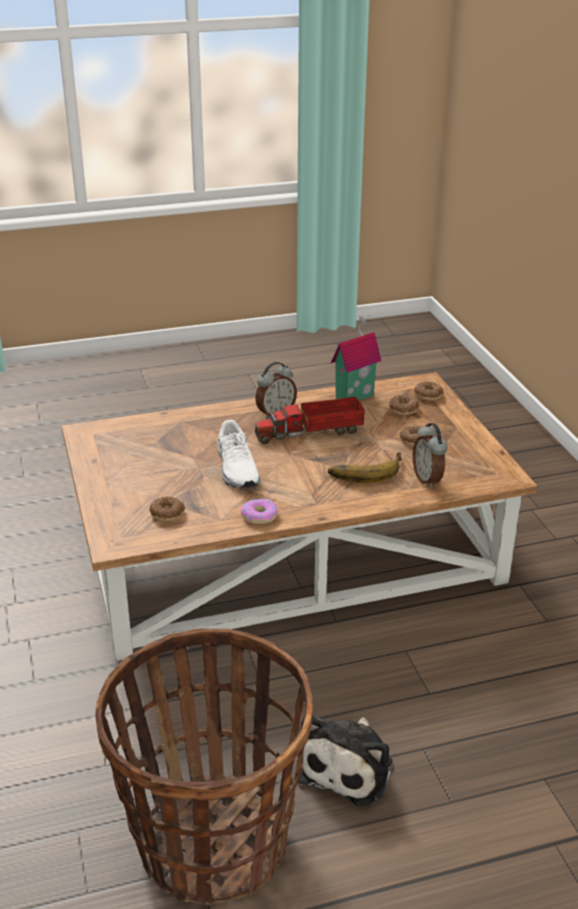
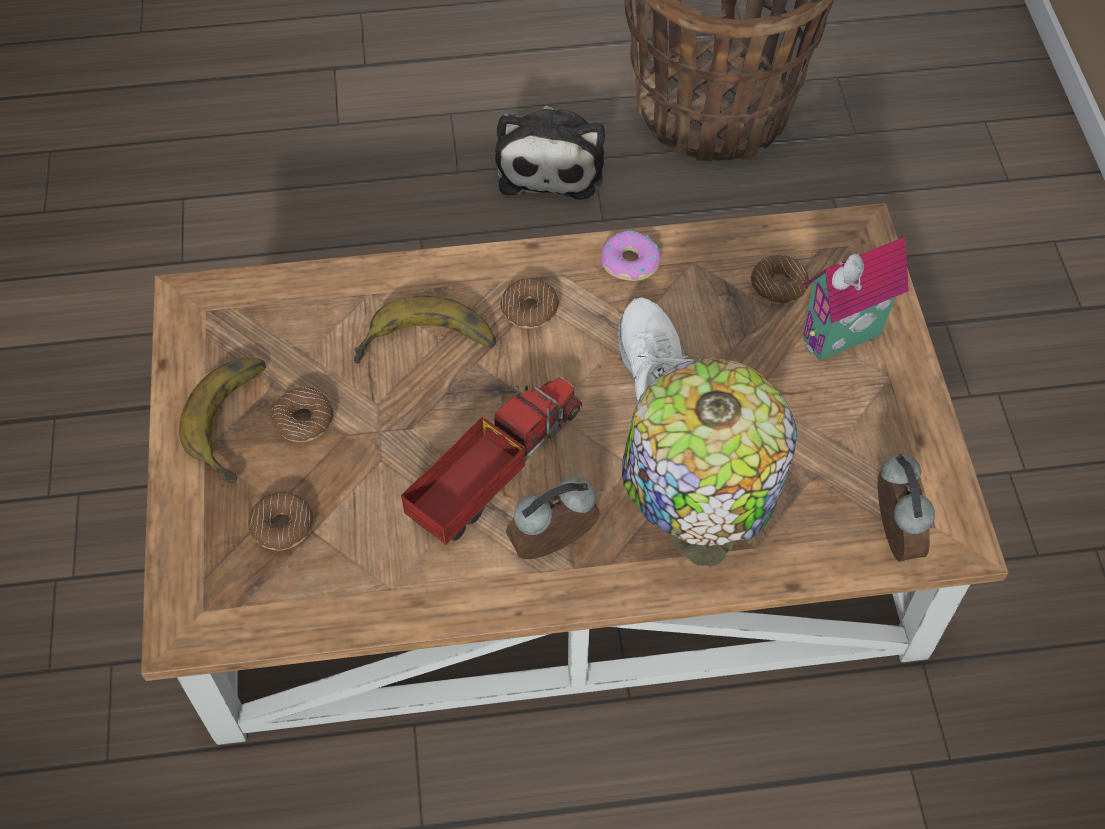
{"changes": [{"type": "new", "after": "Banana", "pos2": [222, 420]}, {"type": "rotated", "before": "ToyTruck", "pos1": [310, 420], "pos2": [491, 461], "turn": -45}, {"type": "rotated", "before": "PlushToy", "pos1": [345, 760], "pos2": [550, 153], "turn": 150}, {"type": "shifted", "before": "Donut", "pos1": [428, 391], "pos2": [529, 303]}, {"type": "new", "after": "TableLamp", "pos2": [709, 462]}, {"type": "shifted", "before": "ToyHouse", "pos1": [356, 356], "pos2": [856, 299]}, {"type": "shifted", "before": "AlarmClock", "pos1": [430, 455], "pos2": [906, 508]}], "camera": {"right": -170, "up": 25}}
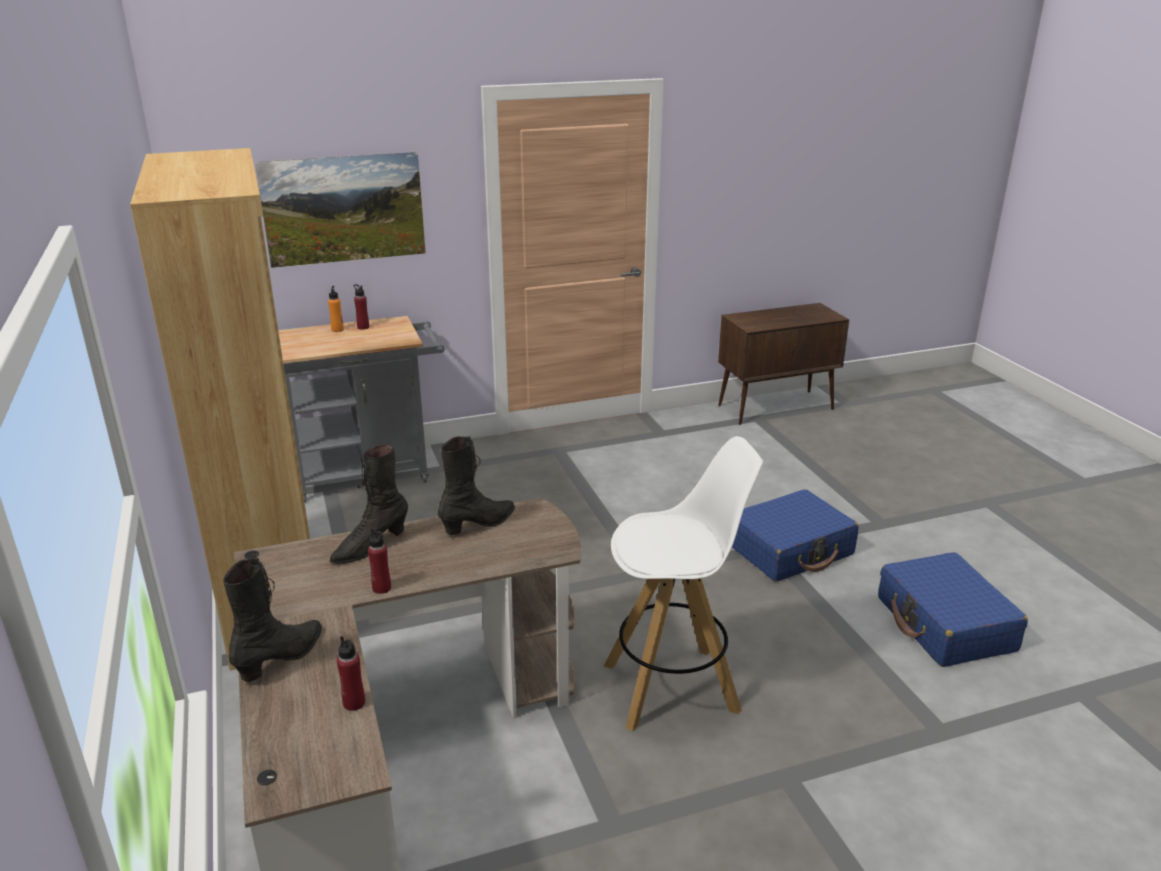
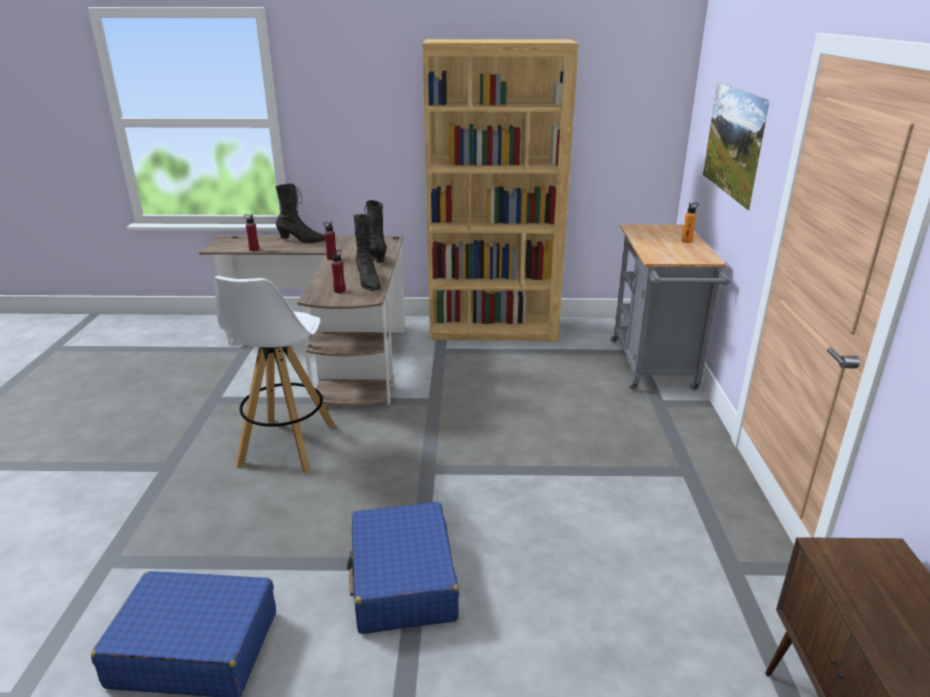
{"changes": [{"type": "rotated", "before": "BlackBoot", "pos1": [272, 620], "pos2": [300, 213], "turn": -45}, {"type": "shifted", "before": "RedBottle", "pos1": [361, 307], "pos2": [338, 271]}], "camera": {"right": 110, "up": 0}}
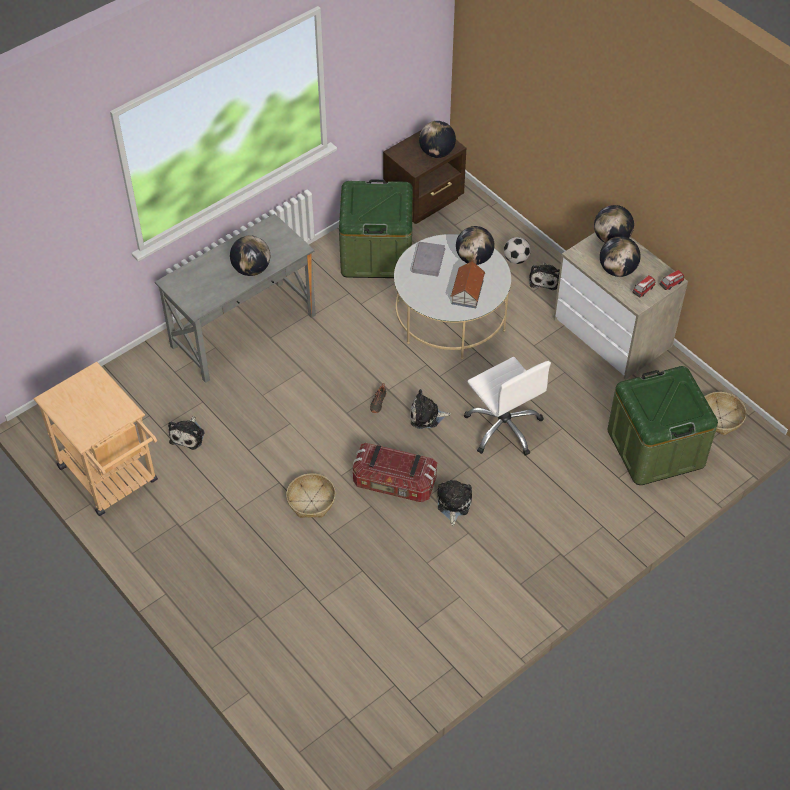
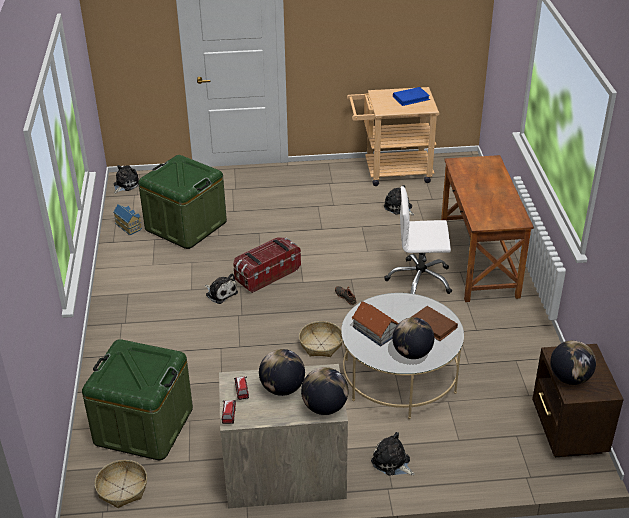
{"changes": [{"type": "new", "after": "ToyHouse", "pos2": [127, 219]}, {"type": "shifted", "before": "PlushToy", "pos1": [430, 409], "pos2": [126, 179]}, {"type": "shifted", "before": "GreenStorageBox", "pos1": [376, 229], "pos2": [182, 202]}, {"type": "shifted", "before": "Basket", "pos1": [311, 495], "pos2": [320, 339]}, {"type": "shifted", "before": "WhiteOfficeChair", "pos1": [507, 406], "pos2": [418, 240]}, {"type": "new", "after": "BlueBook", "pos2": [411, 96]}, {"type": "repainted", "before": "GreyBook", "after": "BrownBook", "pos1": [428, 259], "pos2": [434, 323]}, {"type": "repainted", "before": "GreyDesk", "after": "BrownDesk", "pos1": [235, 298], "pos2": [487, 228]}, {"type": "gone", "before": "Globe", "pos1": [250, 256]}, {"type": "gone", "before": "Football", "pos1": [517, 250]}], "camera": {"right": 125, "up": -15}}
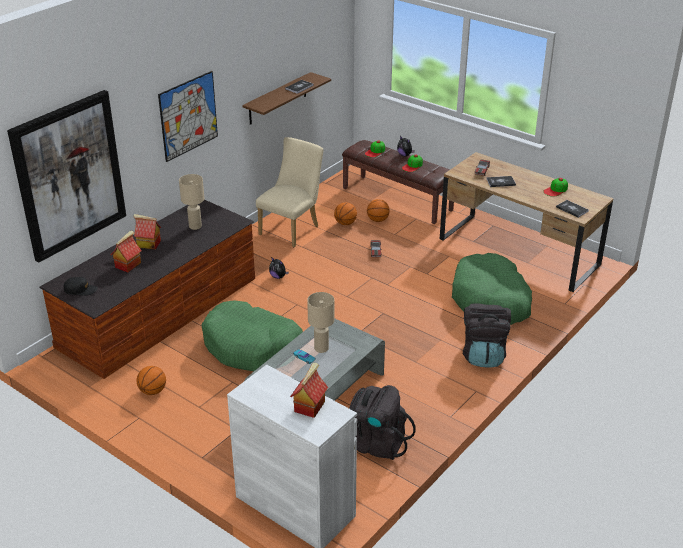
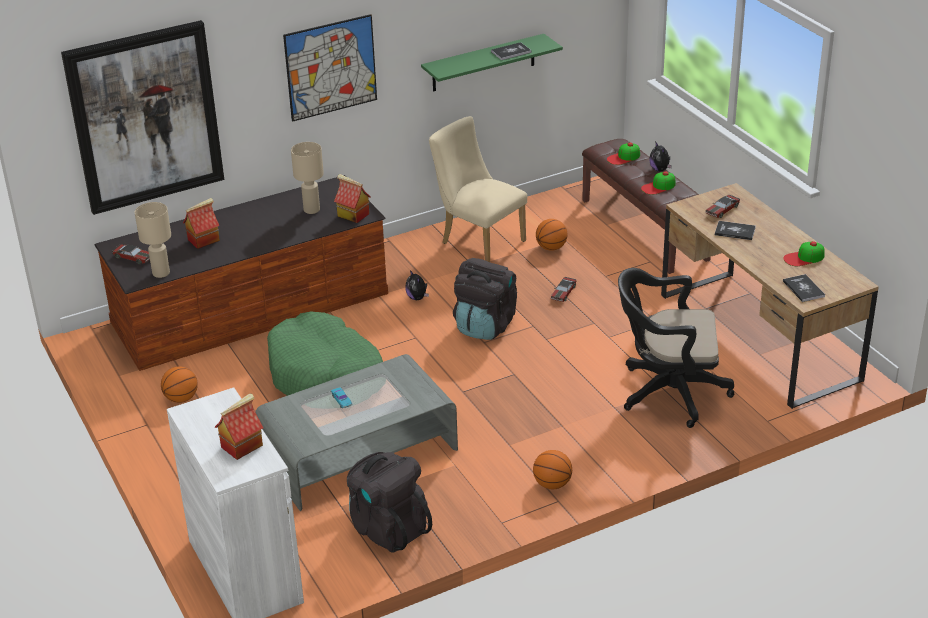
{"changes": [{"type": "swapped", "before": "BlackCap", "after": "ToyCar", "pos1": [81, 286], "pos2": [131, 254]}, {"type": "shifted", "before": "BeigeTableLamp", "pos1": [321, 322], "pos2": [153, 240]}, {"type": "shifted", "before": "ToyHouse", "pos1": [147, 232], "pos2": [352, 198]}, {"type": "repainted", "before": "BrownShelf", "after": "GreenShelf", "pos1": [286, 98], "pos2": [492, 63]}, {"type": "rotated", "before": "BeigeChair", "pos1": [289, 192], "pos2": [478, 189], "turn": -105}, {"type": "shifted", "before": "BlackBackpack", "pos1": [487, 335], "pos2": [485, 299]}, {"type": "shifted", "before": "Basketball", "pos1": [378, 210], "pos2": [552, 469]}, {"type": "swapped", "before": "GreenDogBed", "after": "BlackOfficeChair", "pos1": [492, 289], "pos2": [676, 348]}], "camera": {"right": 25, "up": 0}}
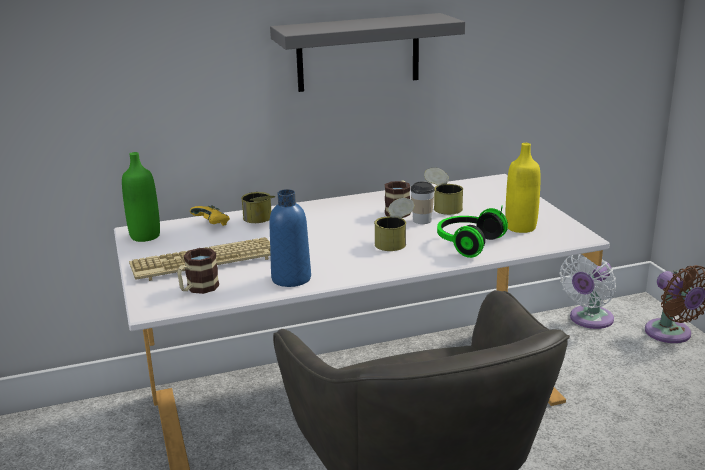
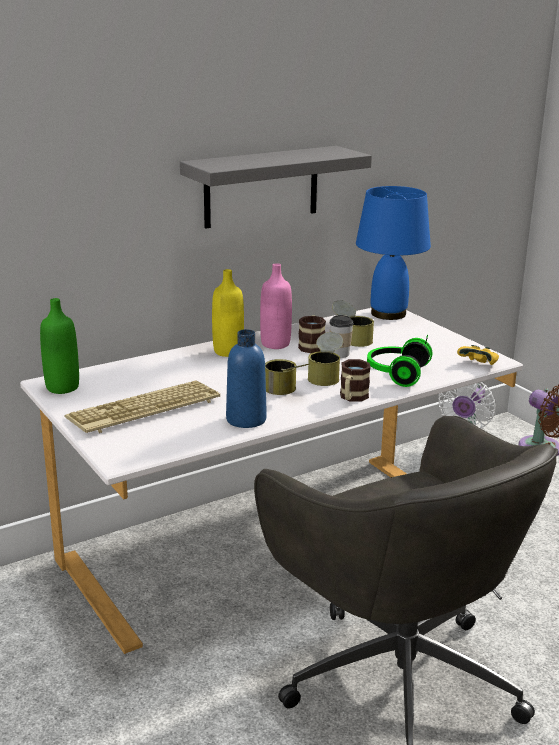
{"changes": [{"type": "shifted", "before": "YellowBottle", "pos1": [523, 188], "pos2": [228, 313]}, {"type": "new", "after": "PinkBottle", "pos2": [276, 306]}, {"type": "shifted", "before": "Can", "pos1": [258, 207], "pos2": [287, 377]}, {"type": "shifted", "before": "Mug", "pos1": [198, 271], "pos2": [355, 380]}, {"type": "new", "after": "BlueTableLamp", "pos2": [393, 253]}, {"type": "shifted", "before": "YellowGameController", "pos1": [210, 215], "pos2": [478, 355]}], "camera": {"right": -15, "up": 0}}
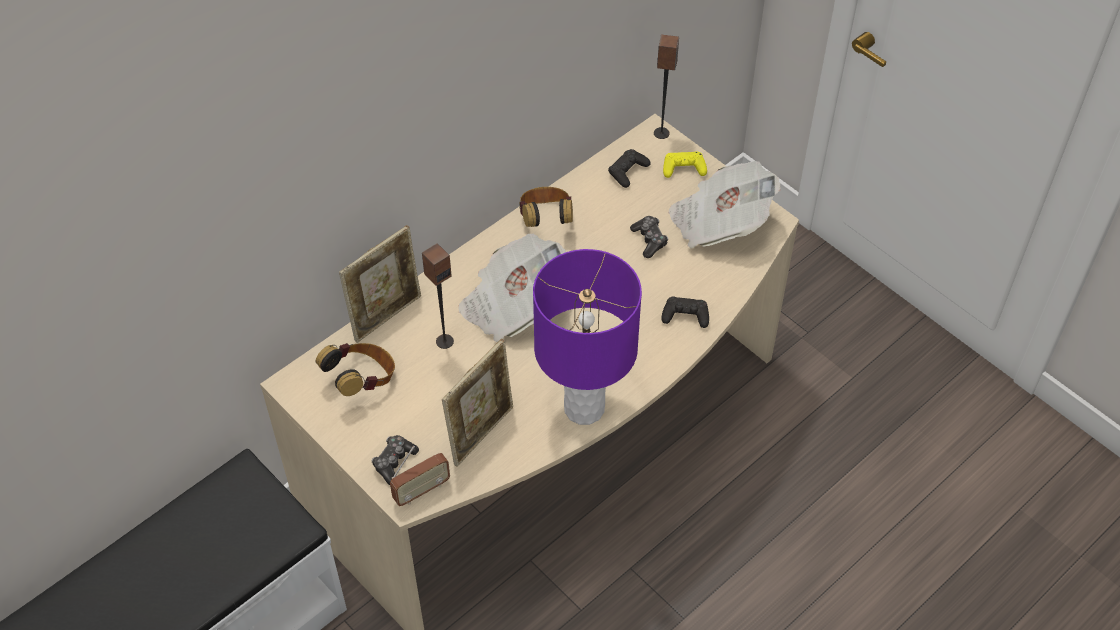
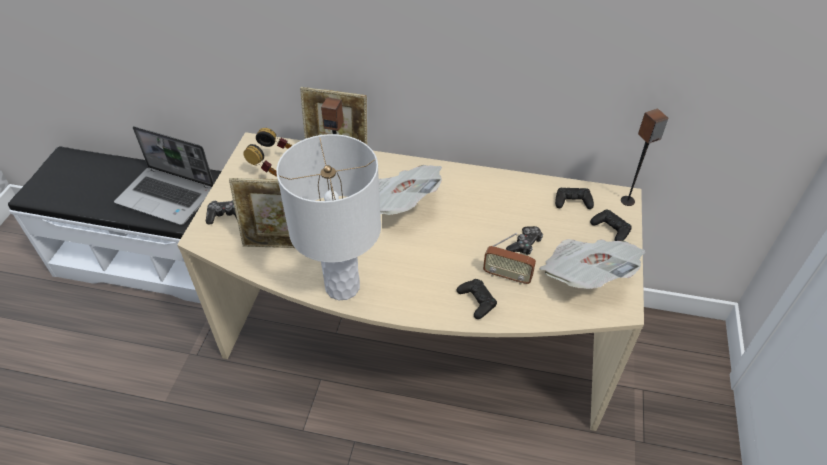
{"changes": [{"type": "new", "after": "Laptop", "pos2": [164, 175]}, {"type": "repainted", "before": "PurpleTableLamp", "after": "WhiteTableLamp", "pos1": [587, 337], "pos2": [328, 217]}, {"type": "shifted", "before": "Radio", "pos1": [420, 476], "pos2": [509, 259]}, {"type": "repainted", "before": "YellowGameController", "after": "BlackGameController", "pos1": [685, 164], "pos2": [611, 225]}, {"type": "gone", "before": "Headphones", "pos1": [546, 207]}], "camera": {"right": 55, "up": -5}}
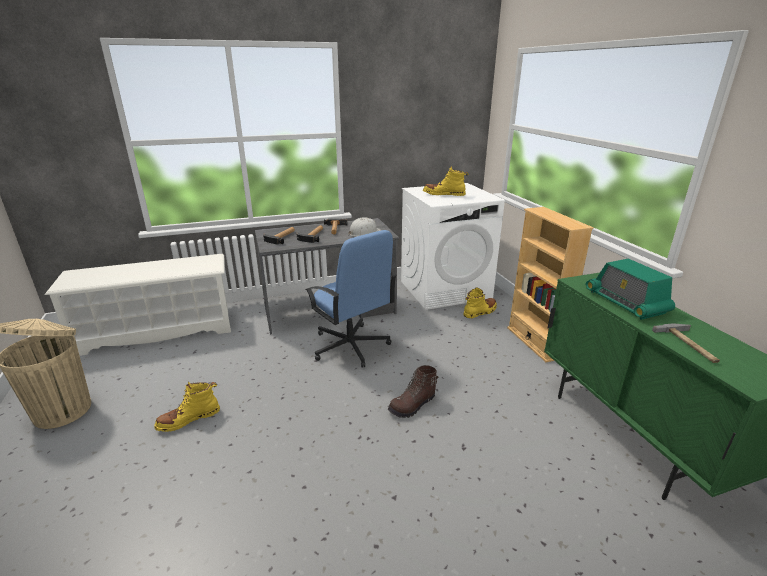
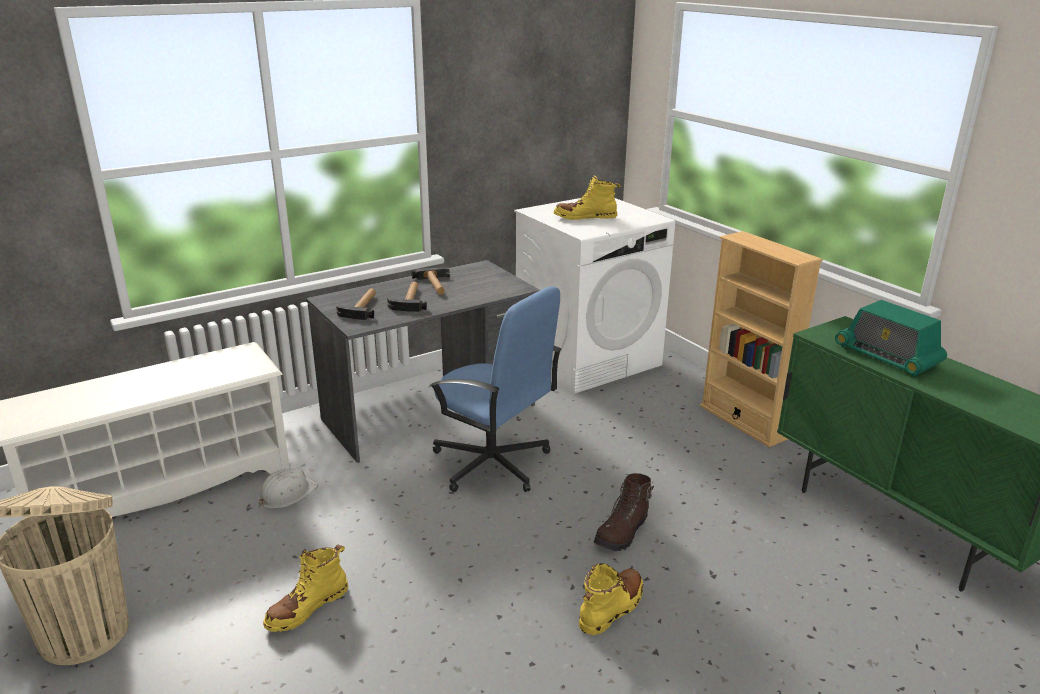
{"changes": [{"type": "shifted", "before": "WhiteHardHat", "pos1": [364, 227], "pos2": [288, 488]}, {"type": "shifted", "before": "YellowBoot", "pos1": [480, 303], "pos2": [611, 599]}, {"type": "gone", "before": "Hammer", "pos1": [686, 343]}], "camera": {"right": -15, "up": 0}}
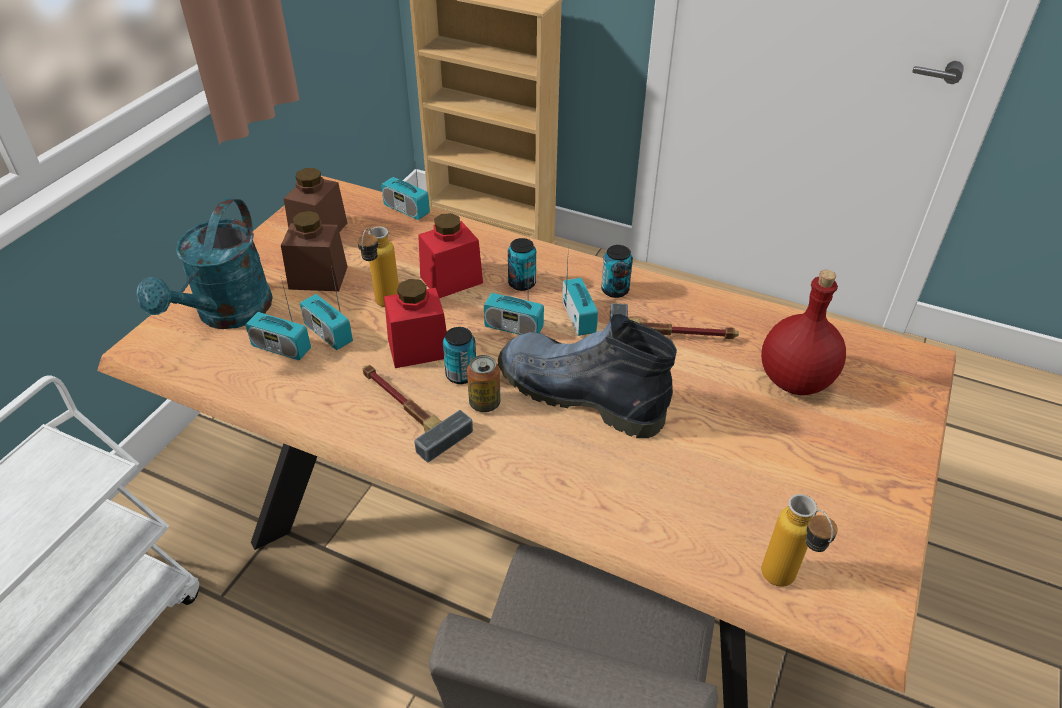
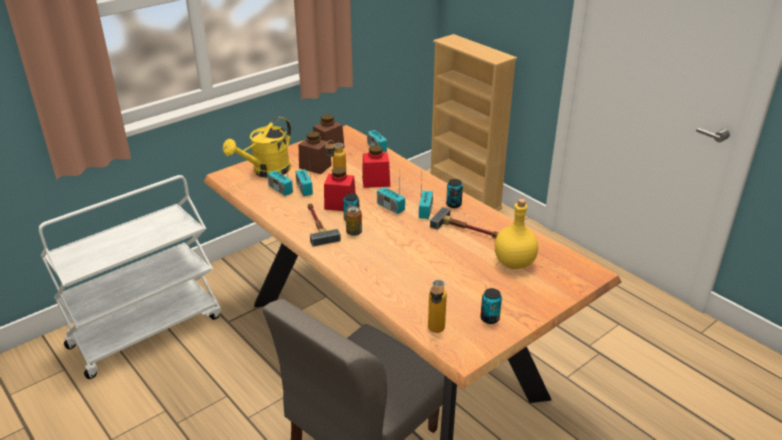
{"changes": [{"type": "repainted", "before": "TurquoiseWateringCan", "after": "YellowWateringCan", "pos1": [204, 263], "pos2": [257, 147]}, {"type": "shifted", "before": "Can", "pos1": [522, 264], "pos2": [491, 306]}, {"type": "repainted", "before": "RedBottle", "after": "YellowBottle", "pos1": [803, 332], "pos2": [516, 233]}, {"type": "gone", "before": "Boot", "pos1": [587, 376]}], "camera": {"right": 25, "up": -10}}
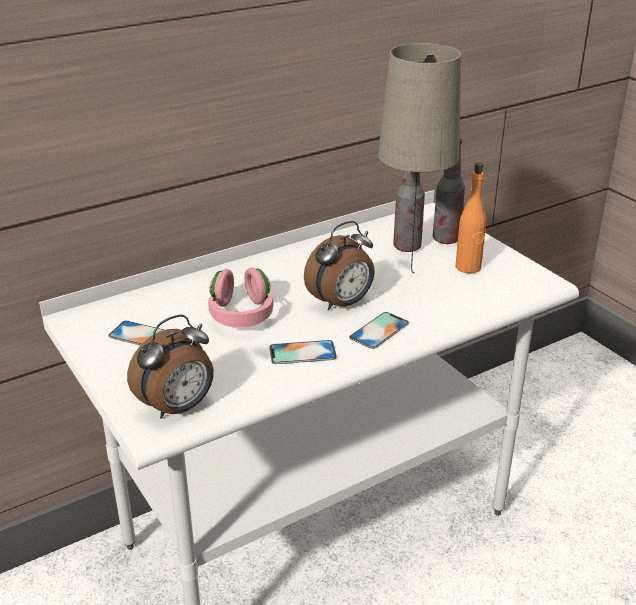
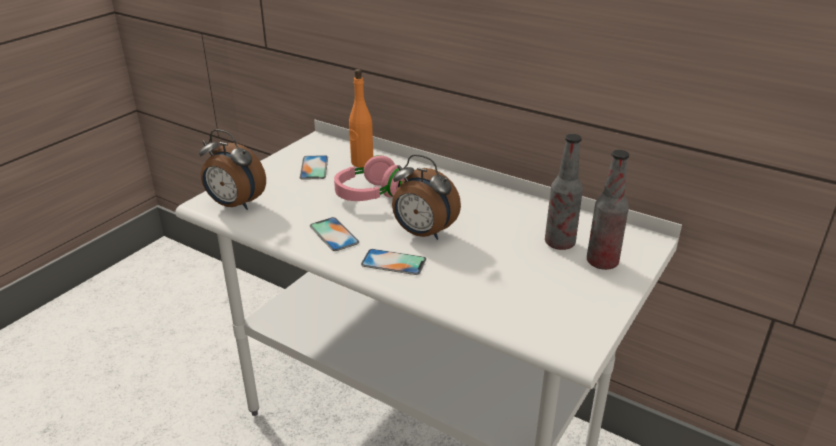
{"changes": [{"type": "shifted", "before": "OrangeBottle", "pos1": [470, 217], "pos2": [361, 118]}, {"type": "gone", "before": "BeigeTableLamp", "pos1": [419, 158]}], "camera": {"right": 65, "up": 0}}
